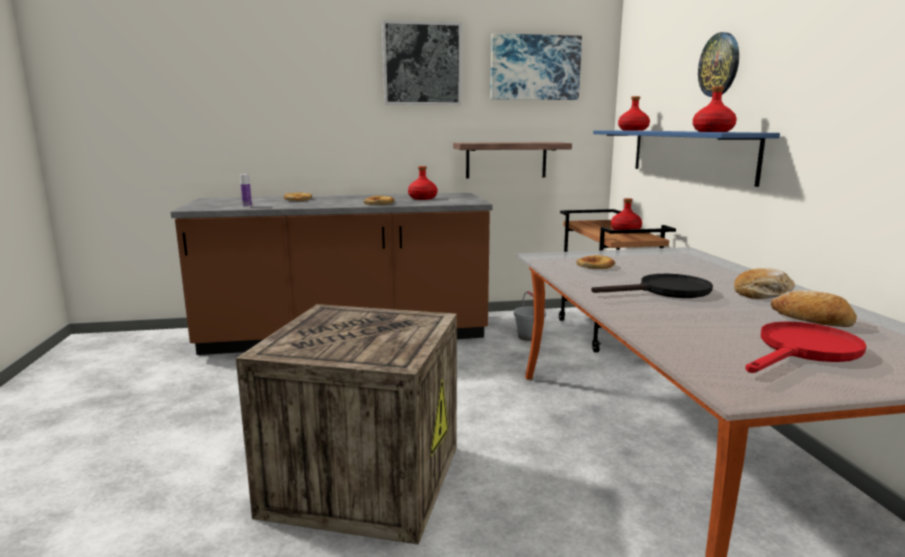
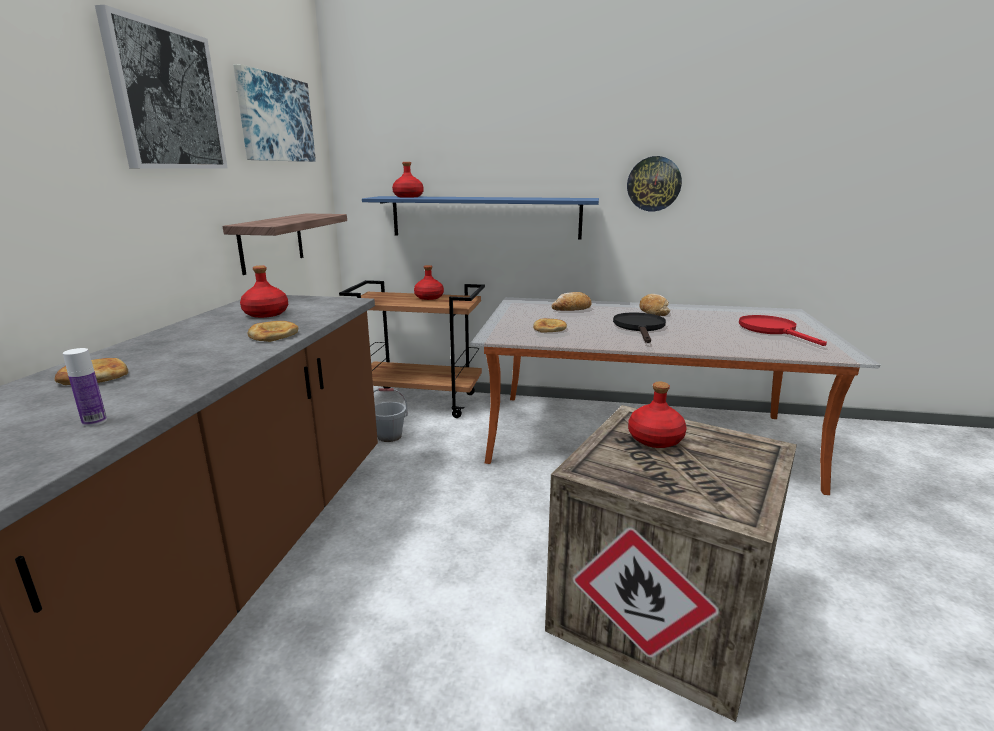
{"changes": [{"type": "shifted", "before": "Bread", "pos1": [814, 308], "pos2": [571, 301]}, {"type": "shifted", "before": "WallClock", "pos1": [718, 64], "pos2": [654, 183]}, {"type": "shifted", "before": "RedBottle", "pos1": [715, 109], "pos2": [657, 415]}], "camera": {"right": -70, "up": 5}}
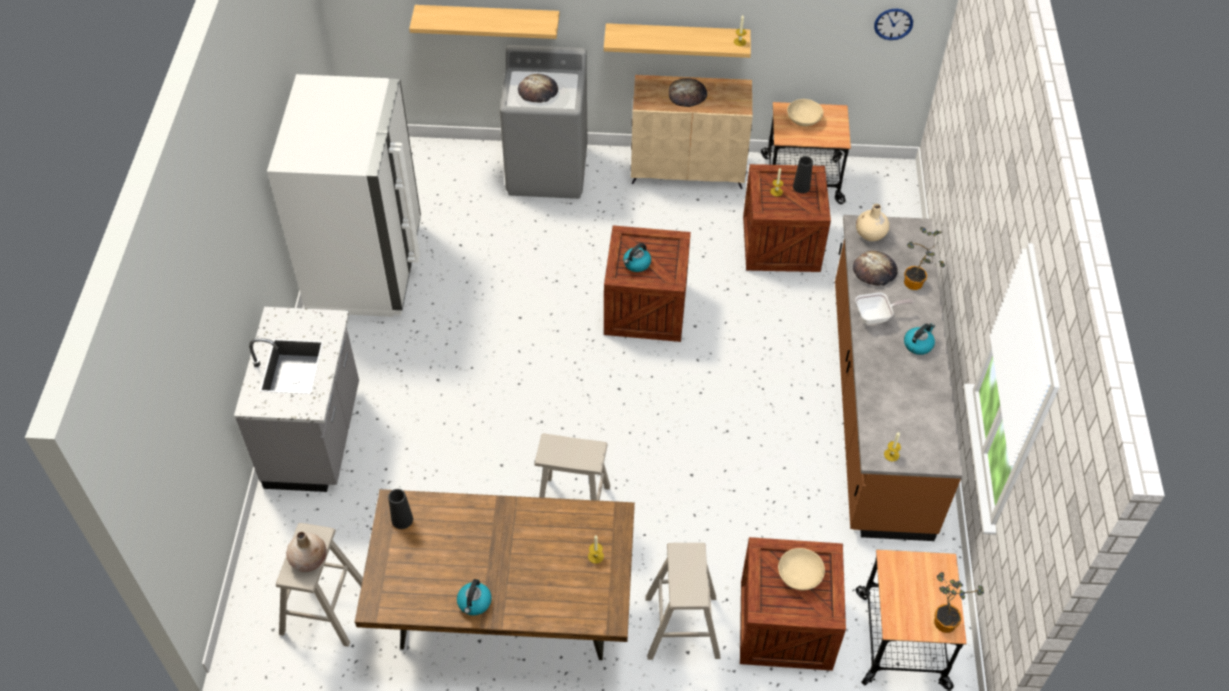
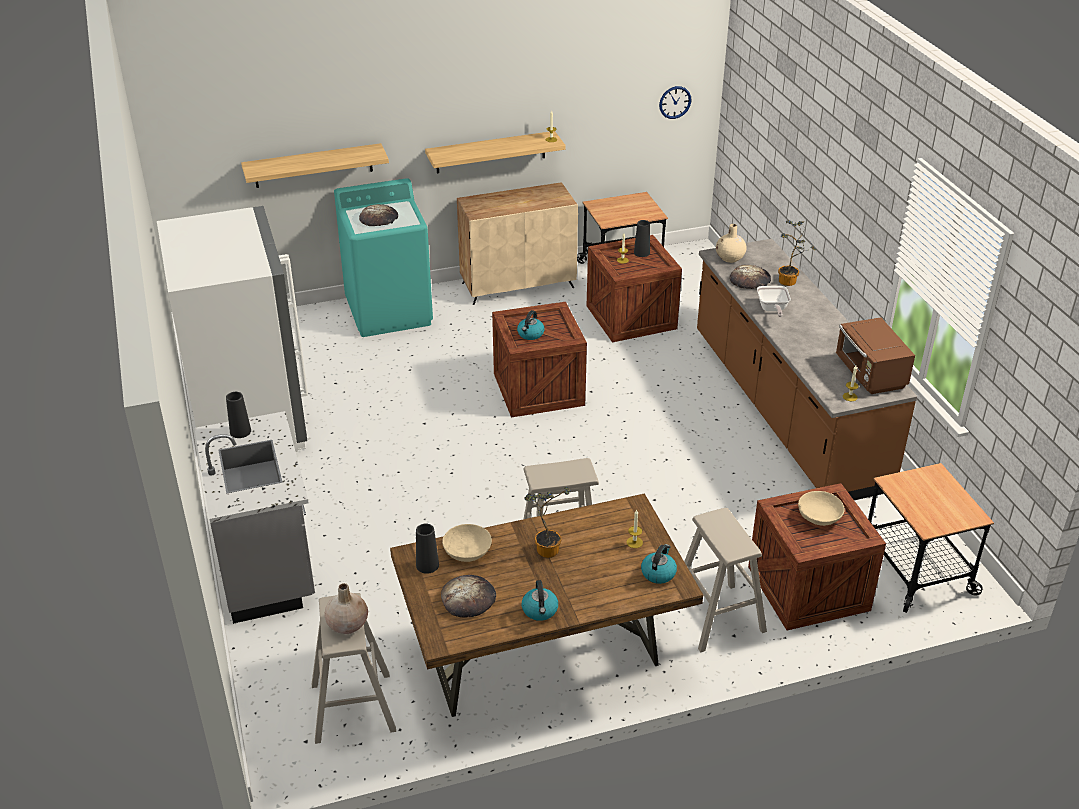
{"changes": [{"type": "new", "after": "BlackVase", "pos2": [238, 415]}, {"type": "repainted", "before": "GreyWashingMachine", "after": "TurquoiseWashingMachine", "pos1": [544, 122], "pos2": [383, 257]}, {"type": "shifted", "before": "Bread", "pos1": [688, 92], "pos2": [468, 596]}, {"type": "shifted", "before": "BeigeBowl", "pos1": [805, 112], "pos2": [467, 543]}, {"type": "shifted", "before": "PottedPlant", "pos1": [959, 602], "pos2": [547, 522]}, {"type": "shifted", "before": "Kettle", "pos1": [919, 339], "pos2": [659, 564]}, {"type": "rotated", "before": "FryingPan", "pos1": [884, 309], "pos2": [774, 301], "turn": 120}, {"type": "new", "after": "BrownMicrowave", "pos2": [875, 355]}], "camera": {"right": -20, "up": -15}}
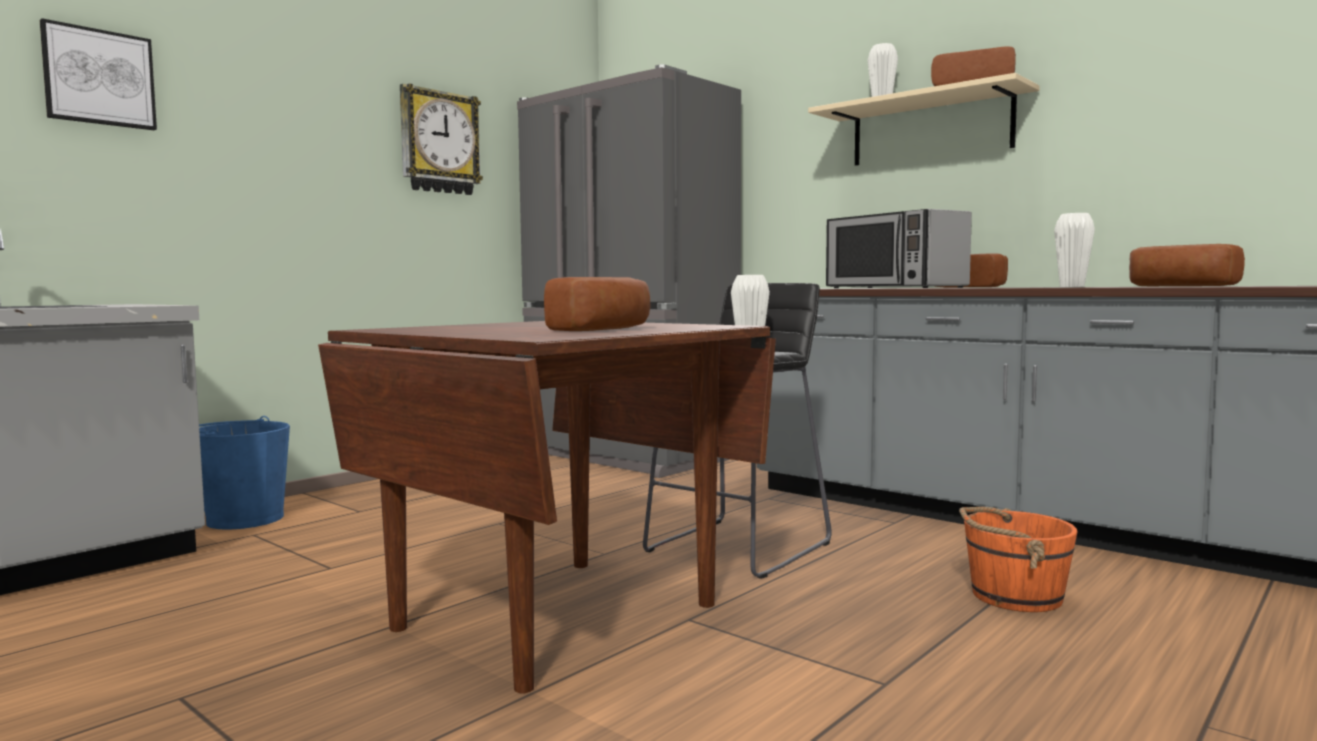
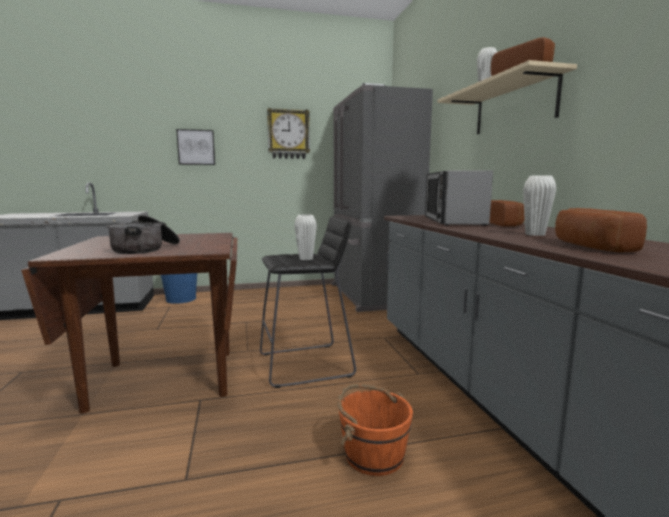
{"changes": [{"type": "swapped", "before": "Bread", "after": "CookingPot", "pos1": [597, 304], "pos2": [143, 234]}, {"type": "shifted", "before": "Picture", "pos1": [98, 74], "pos2": [195, 147]}], "camera": {"right": 35, "up": 5}}
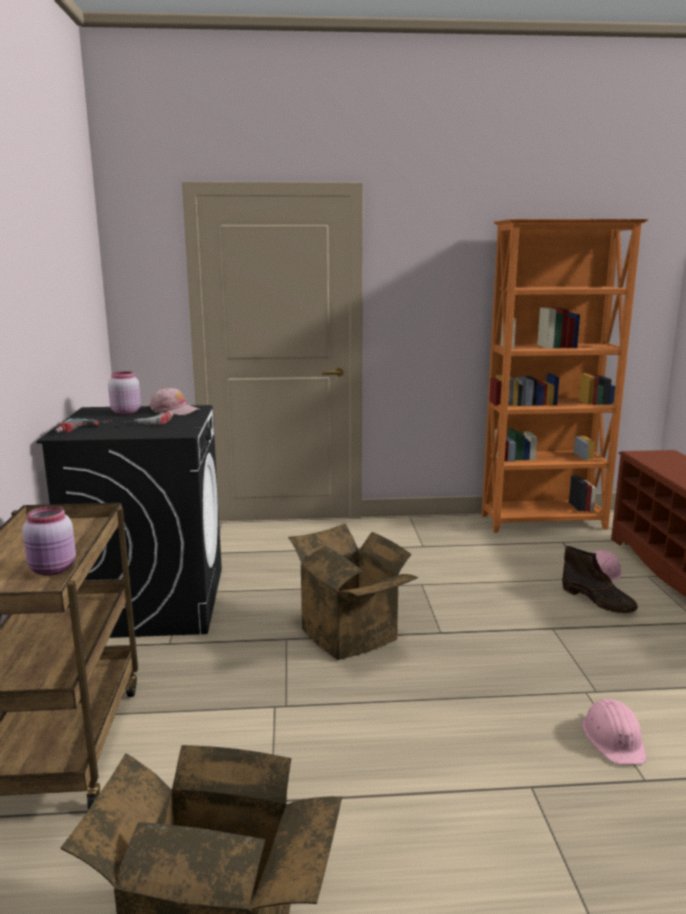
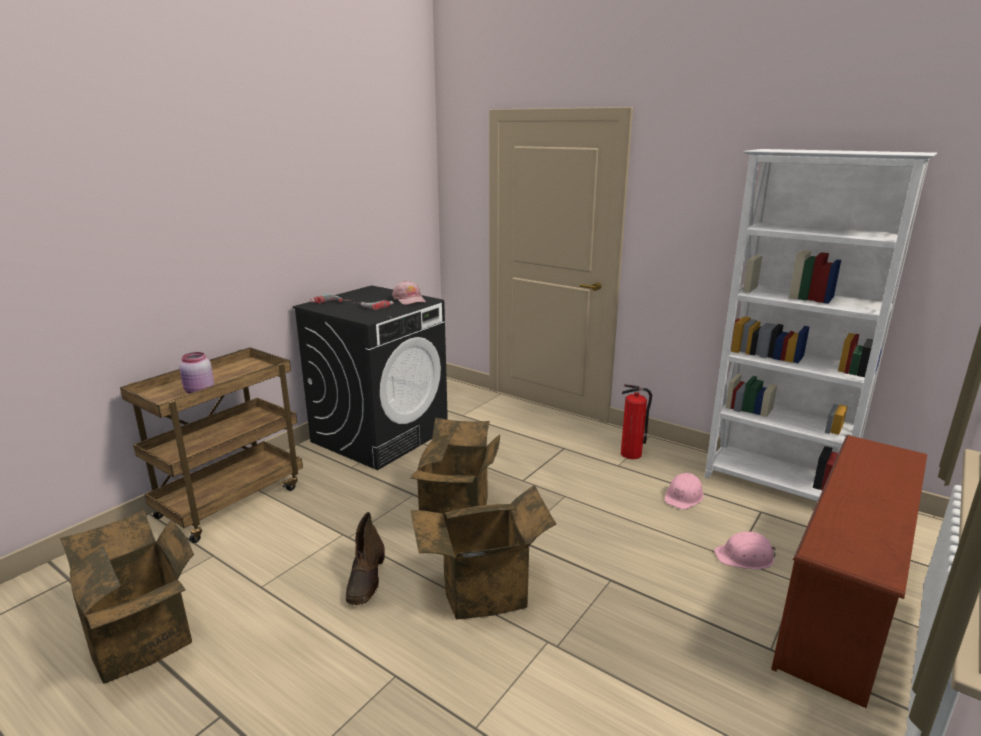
{"changes": [{"type": "shifted", "before": "BrownBoot", "pos1": [600, 579], "pos2": [365, 558]}, {"type": "new", "after": "CardboardBox", "pos2": [483, 552]}, {"type": "new", "after": "FireExtinguisher", "pos2": [636, 421]}, {"type": "shifted", "before": "PinkHardHat", "pos1": [614, 731], "pos2": [684, 491]}, {"type": "repainted", "before": "OrangeBookcase", "after": "WhiteBookcase", "pos1": [565, 376], "pos2": [820, 325]}, {"type": "gone", "before": "PinkJar", "pos1": [124, 393]}], "camera": {"right": 40, "up": 5}}
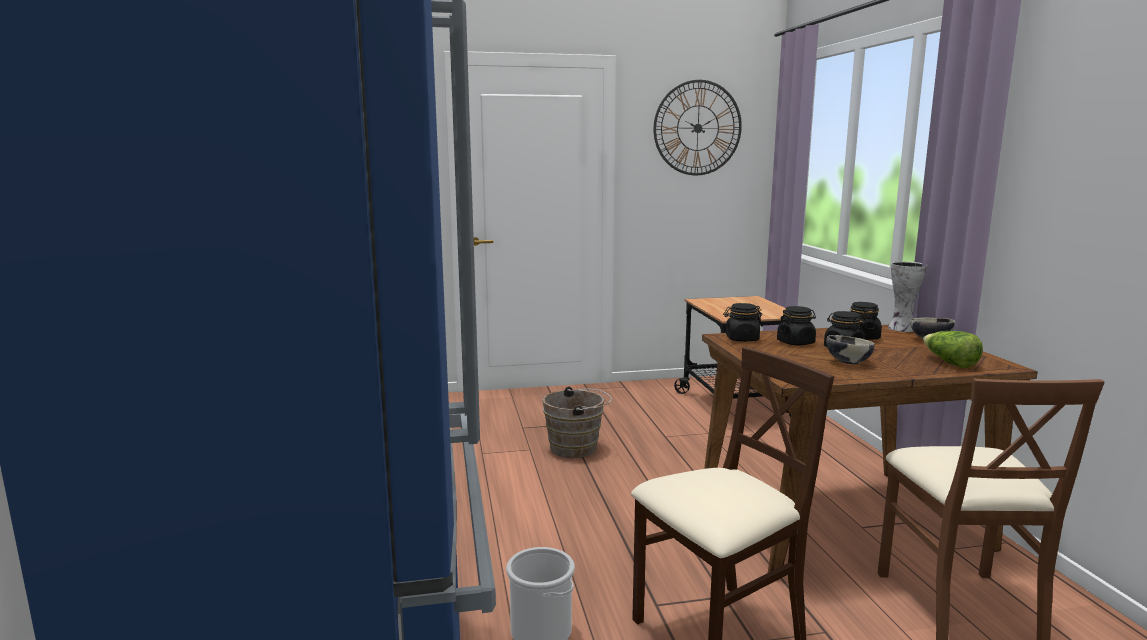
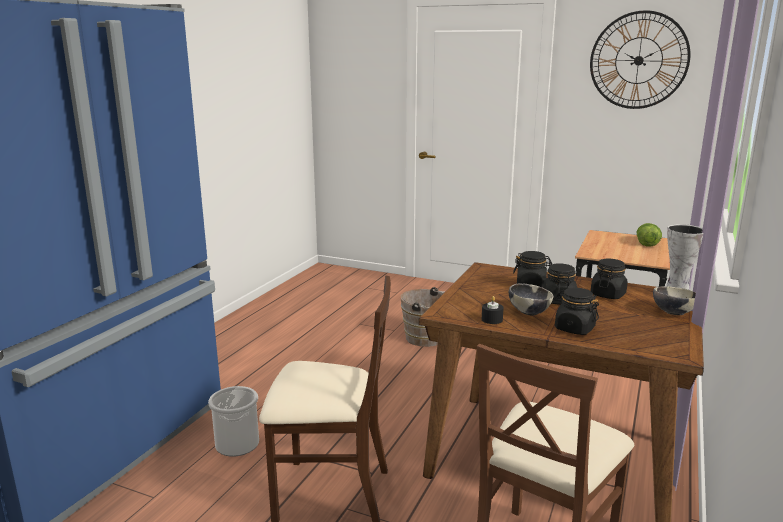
{"changes": [{"type": "new", "after": "BlackCandle", "pos2": [493, 310]}, {"type": "shifted", "before": "BlackJar", "pos1": [743, 322], "pos2": [577, 311]}, {"type": "shifted", "before": "Lettuce", "pos1": [953, 349], "pos2": [649, 235]}], "camera": {"right": 35, "up": 5}}
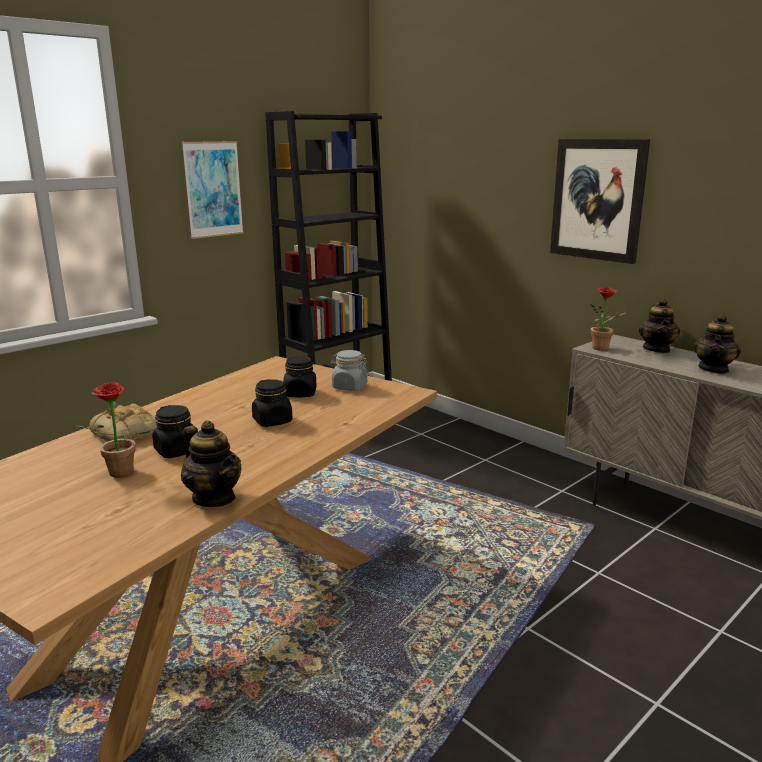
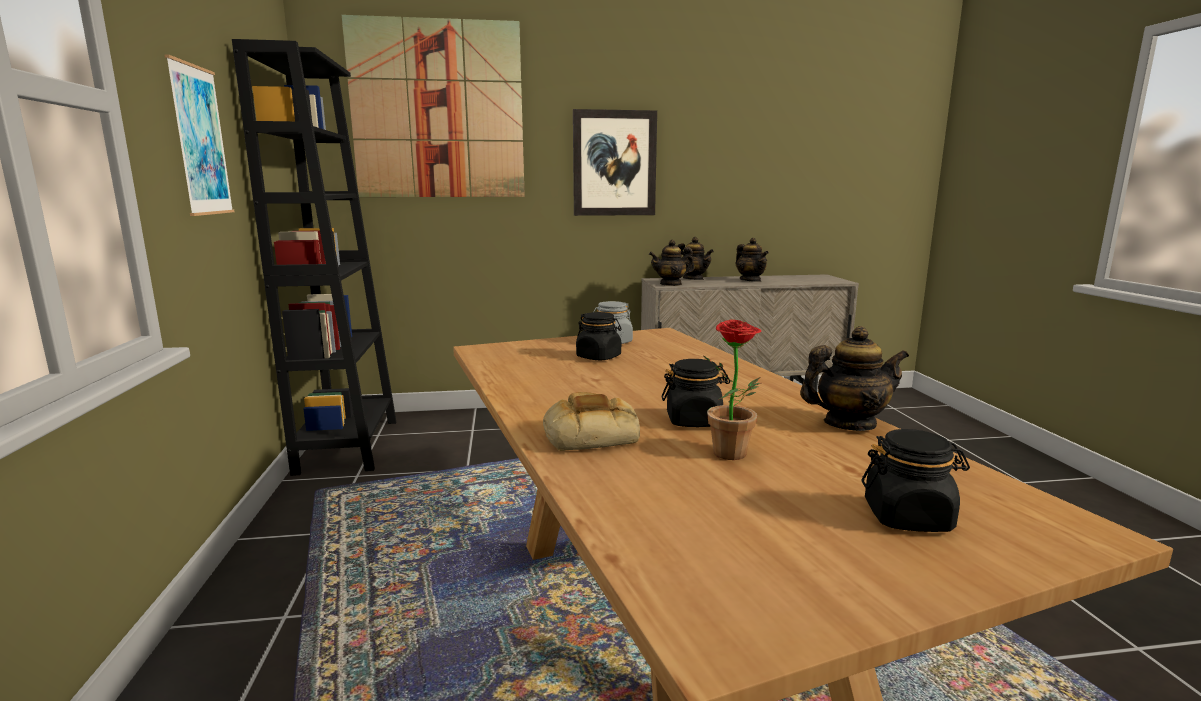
{"changes": [{"type": "new", "after": "Picture", "pos2": [433, 106]}, {"type": "swapped", "before": "PottedPlant", "after": "Teapot", "pos1": [607, 319], "pos2": [672, 263]}, {"type": "shifted", "before": "BlackJar", "pos1": [272, 403], "pos2": [916, 480]}], "camera": {"right": -55, "up": -5}}
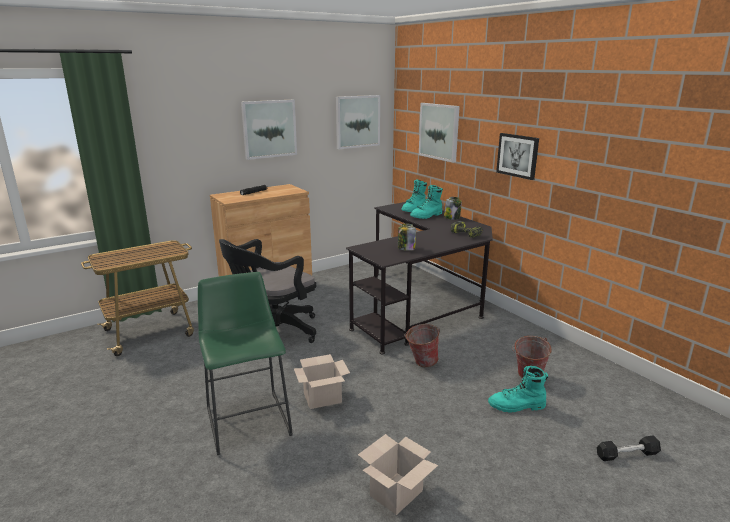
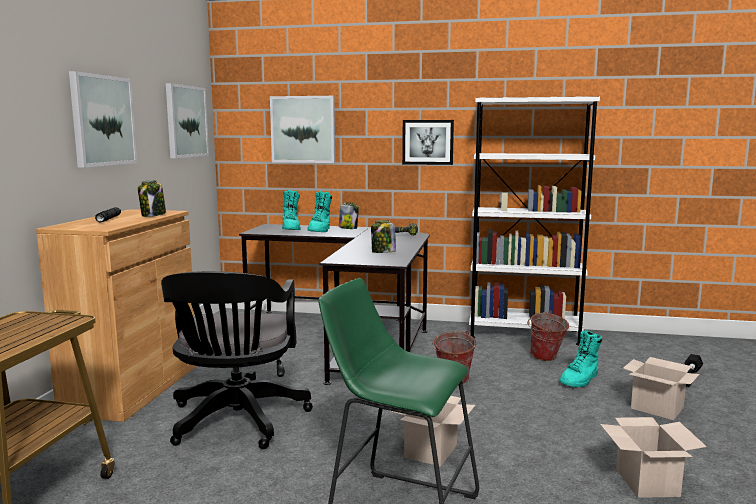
{"changes": [{"type": "new", "after": "Jar", "pos2": [152, 198]}, {"type": "new", "after": "WhiteBookcase", "pos2": [534, 221]}, {"type": "new", "after": "CardboardBox", "pos2": [661, 388]}], "camera": {"right": -45, "up": -10}}
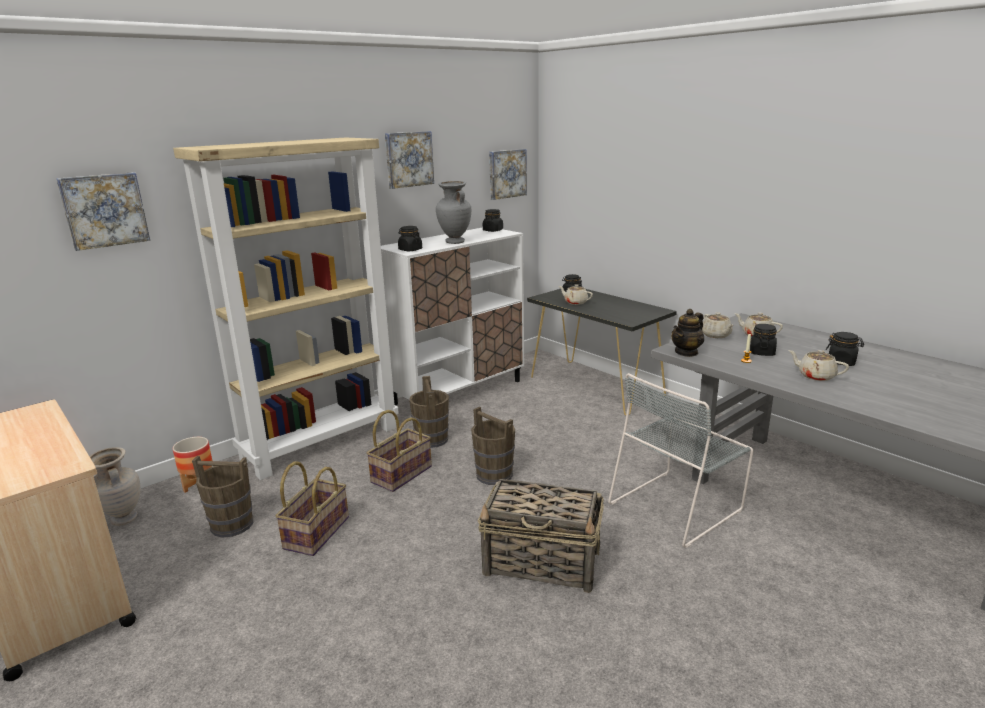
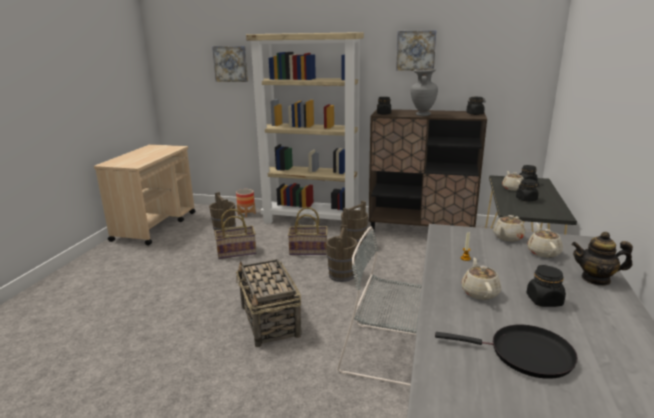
{"changes": [{"type": "repainted", "before": "WhiteCabinet", "after": "BrownCabinet", "pos1": [452, 316], "pos2": [428, 171]}, {"type": "new", "after": "BlackFryingPan", "pos2": [506, 352]}, {"type": "shifted", "before": "BlackJar", "pos1": [763, 340], "pos2": [527, 190]}, {"type": "shifted", "before": "Teapot", "pos1": [687, 333], "pos2": [602, 259]}, {"type": "gone", "before": "BeigeVase", "pos1": [114, 486]}, {"type": "gone", "before": "Picture", "pos1": [508, 174]}], "camera": {"right": 55, "up": 0}}
